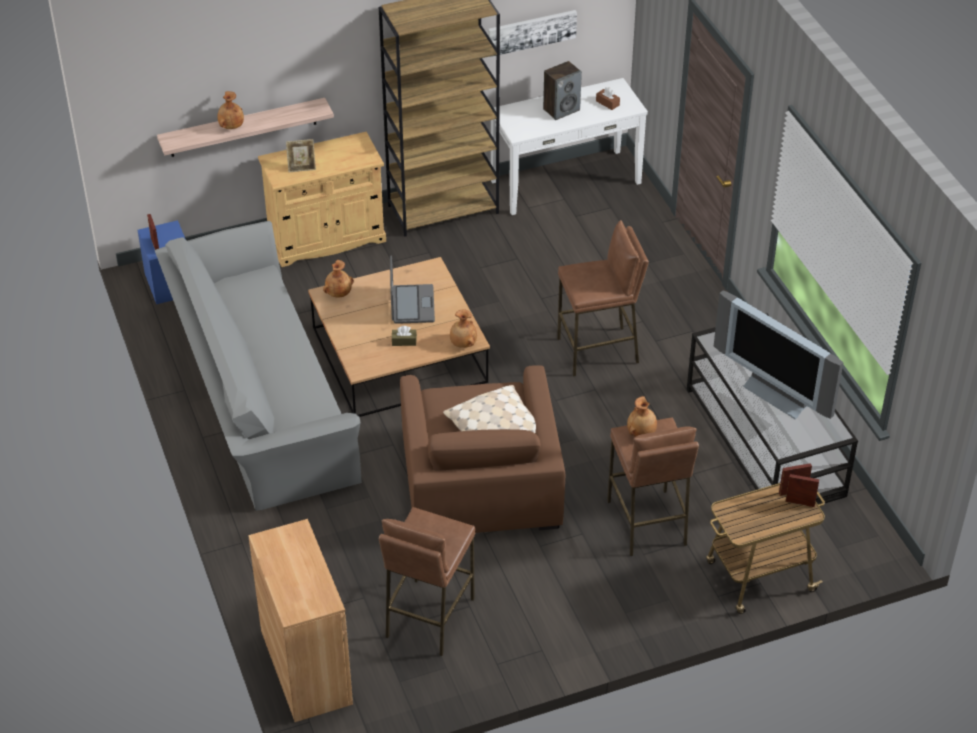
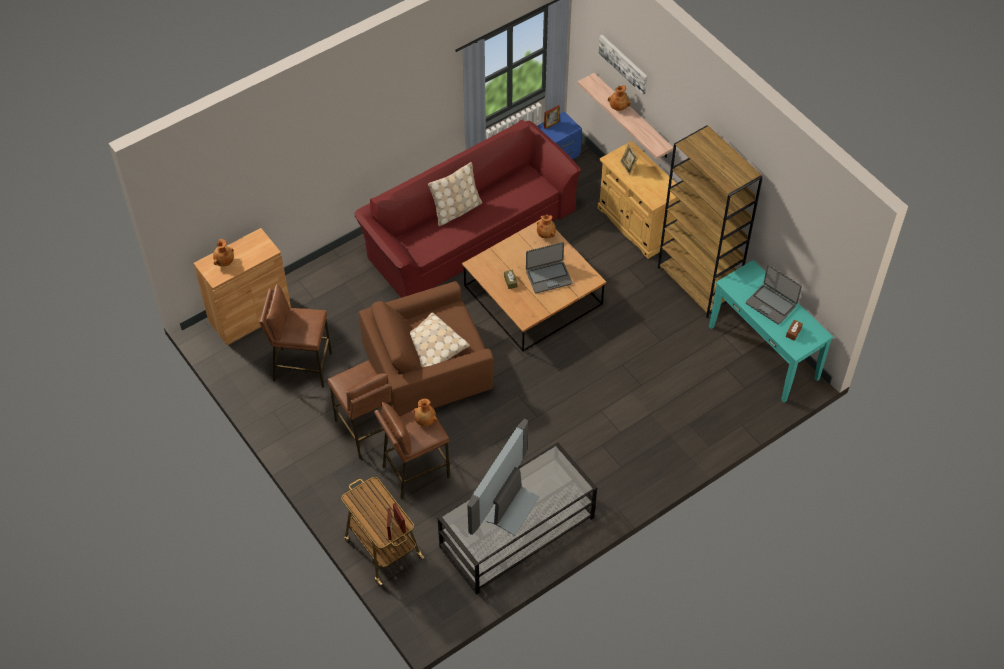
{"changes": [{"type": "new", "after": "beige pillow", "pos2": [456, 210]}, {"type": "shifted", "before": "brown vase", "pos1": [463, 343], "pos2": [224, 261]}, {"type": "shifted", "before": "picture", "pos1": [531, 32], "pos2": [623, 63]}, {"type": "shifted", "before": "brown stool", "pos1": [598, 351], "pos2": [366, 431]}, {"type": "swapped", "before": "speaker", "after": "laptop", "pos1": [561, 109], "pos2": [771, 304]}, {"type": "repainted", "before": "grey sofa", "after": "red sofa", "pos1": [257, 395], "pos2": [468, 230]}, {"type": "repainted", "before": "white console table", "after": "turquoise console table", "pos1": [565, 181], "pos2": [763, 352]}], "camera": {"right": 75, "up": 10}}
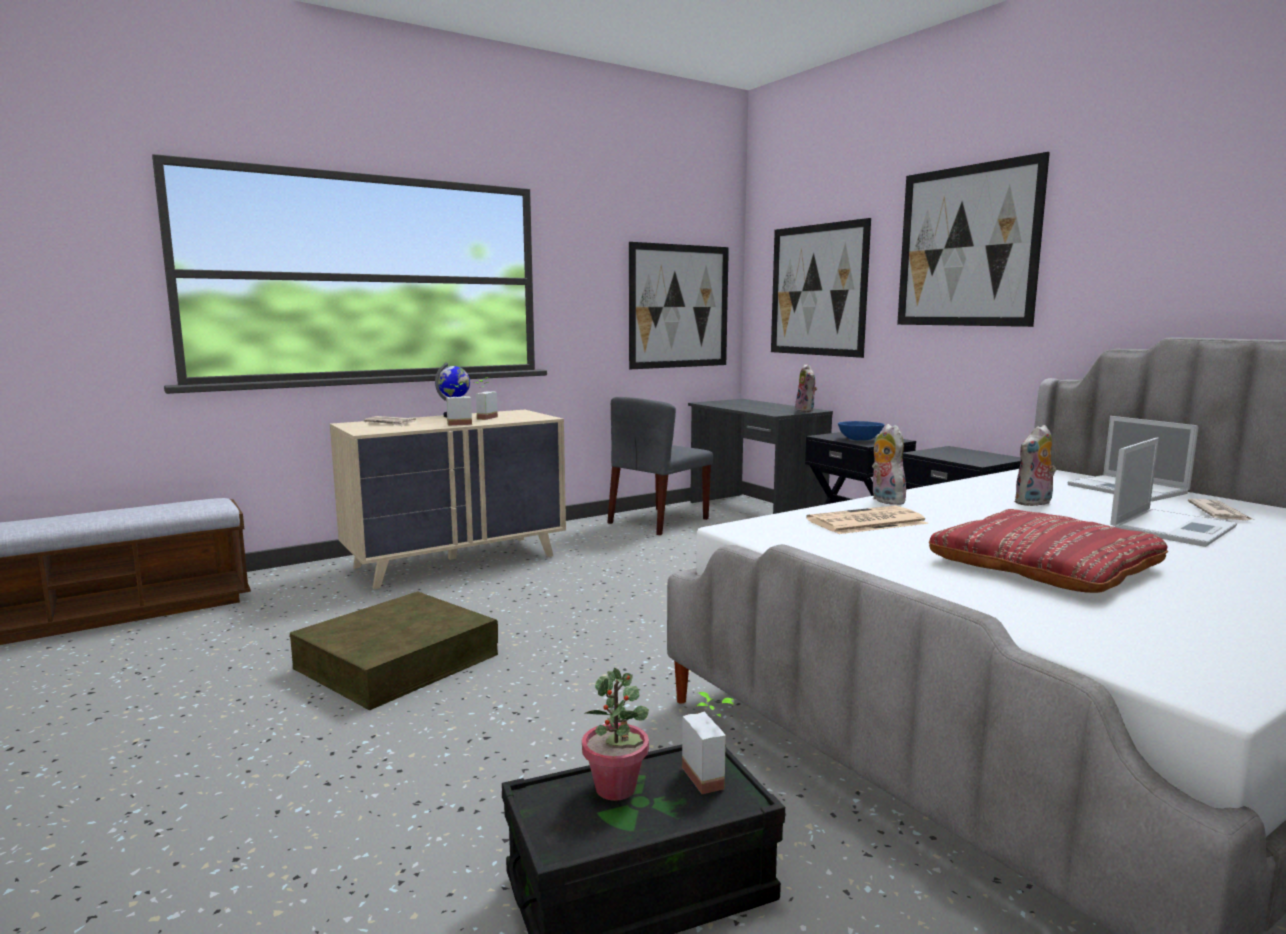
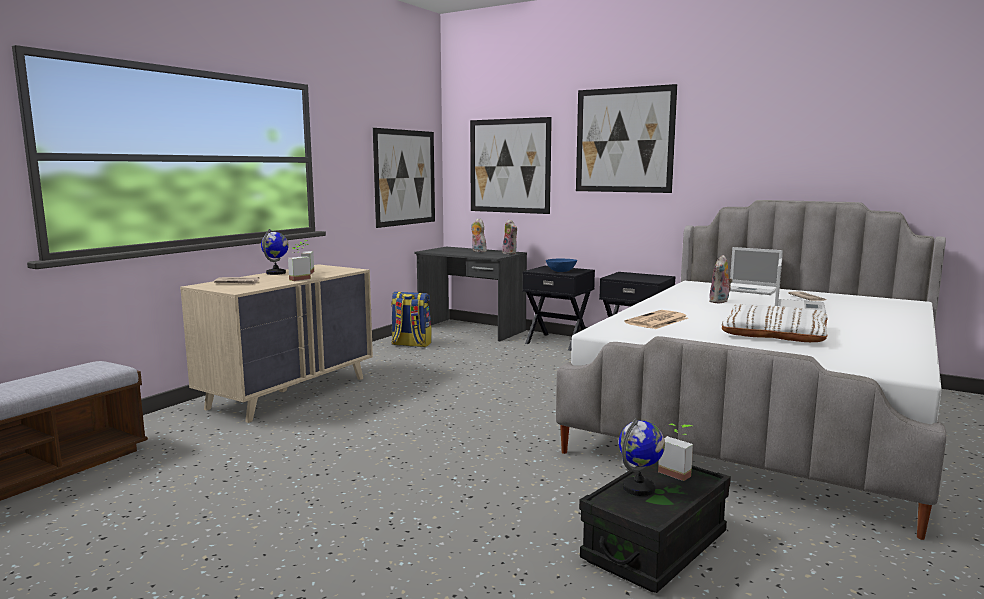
{"changes": [{"type": "gone", "before": "brown storage box", "pos1": [397, 661]}, {"type": "shifted", "before": "plush toy", "pos1": [884, 500], "pos2": [477, 251]}, {"type": "swapped", "before": "potted plant", "after": "globe", "pos1": [616, 788], "pos2": [639, 488]}, {"type": "swapped", "before": "grey chair", "after": "backpack", "pos1": [658, 521], "pos2": [411, 344]}, {"type": "repainted", "before": "red pillow", "after": "white pillow", "pos1": [1044, 564], "pos2": [774, 332]}], "camera": {"right": -25, "up": 0}}
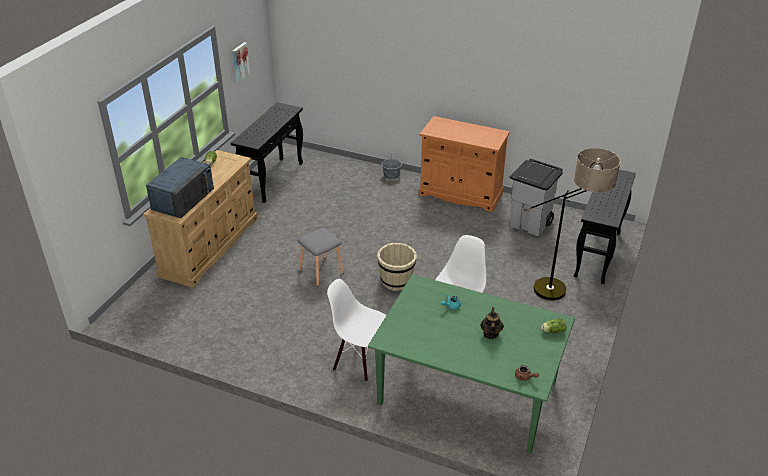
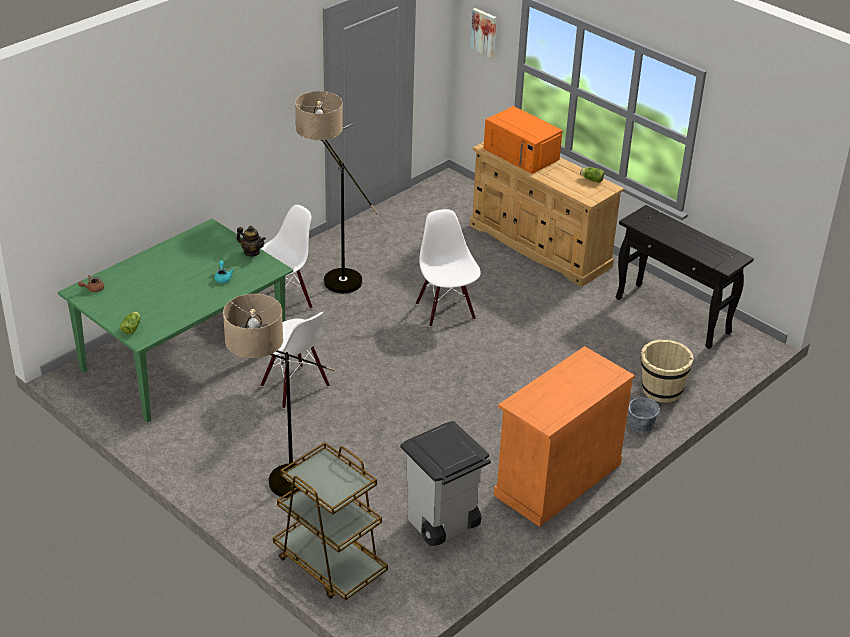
{"changes": [{"type": "new", "after": "floor lamp", "pos2": [331, 276]}, {"type": "shifted", "before": "picture", "pos1": [240, 61], "pos2": [484, 32]}, {"type": "shifted", "before": "beige bucket", "pos1": [396, 281], "pos2": [661, 390]}, {"type": "shifted", "before": "teapot", "pos1": [490, 334], "pos2": [252, 252]}, {"type": "swapped", "before": "grey stool", "after": "white chair", "pos1": [320, 271], "pos2": [446, 311]}, {"type": "swapped", "before": "black console table", "after": "brown cart", "pos1": [597, 255], "pos2": [329, 564]}, {"type": "repainted", "before": "blue microwave", "after": "orange microwave", "pos1": [183, 198], "pos2": [522, 154]}], "camera": {"right": 110, "up": 0}}
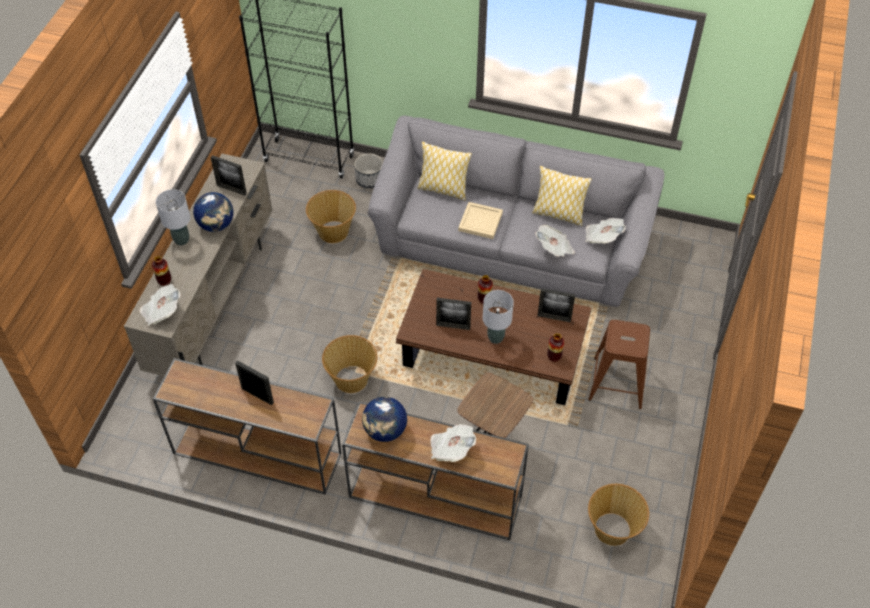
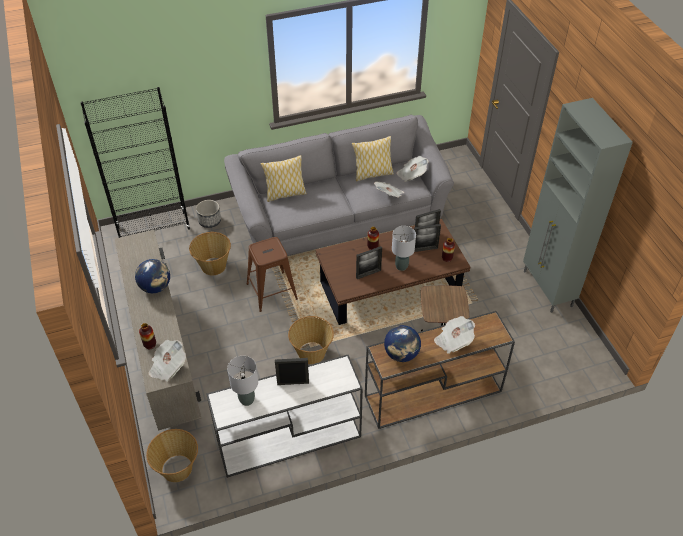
{"changes": [{"type": "gone", "before": "beige tray", "pos1": [481, 222]}, {"type": "new", "after": "grey cabinet", "pos2": [547, 289]}, {"type": "shifted", "before": "grey table lamp", "pos1": [181, 240], "pos2": [246, 400]}, {"type": "shifted", "before": "picture frame", "pos1": [231, 189], "pos2": [425, 249]}, {"type": "shifted", "before": "brown stool", "pos1": [617, 383], "pos2": [272, 291]}, {"type": "shifted", "before": "basket", "pos1": [613, 529], "pos2": [177, 468]}, {"type": "repainted", "before": "brown console table", "after": "white console table", "pos1": [255, 453], "pos2": [288, 440]}], "camera": {"right": -35, "up": -5}}
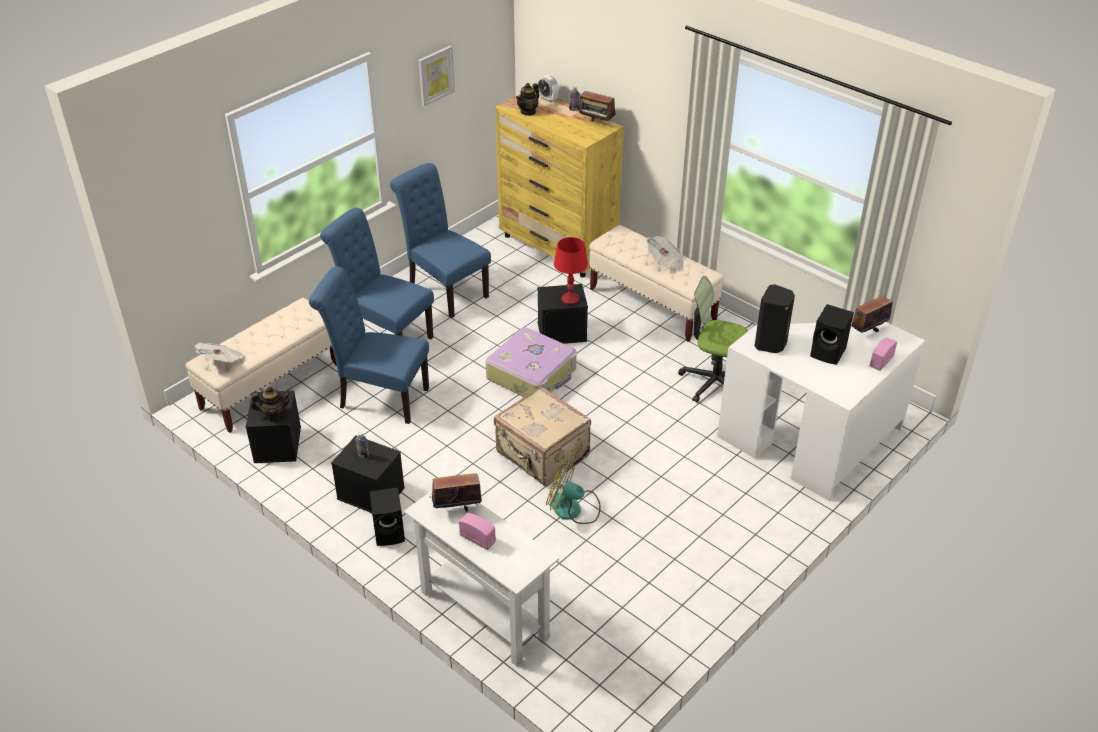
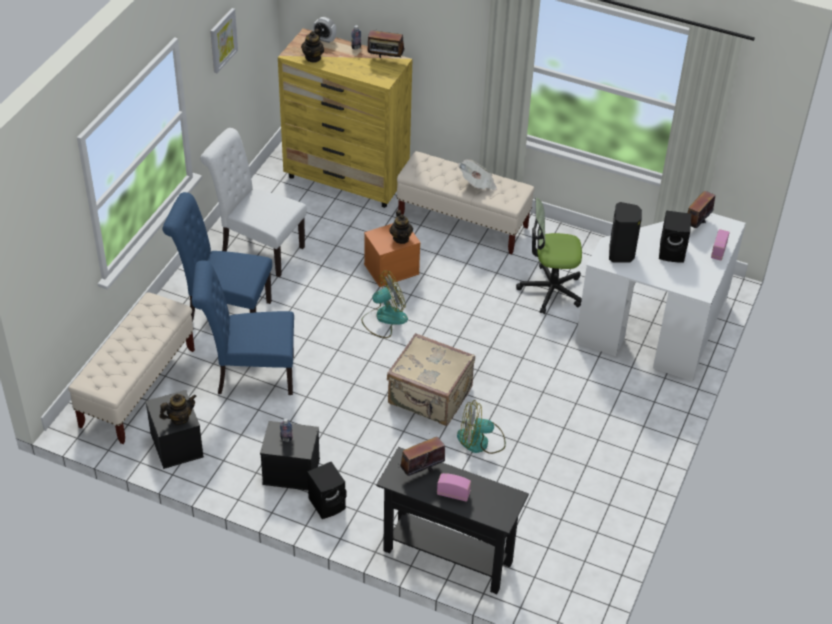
{"changes": [{"type": "gone", "before": "newspaper", "pos1": [222, 361]}, {"type": "swapped", "before": "suitcase", "after": "fan", "pos1": [532, 374], "pos2": [384, 318]}, {"type": "swapped", "before": "red table lamp", "after": "teapot", "pos1": [570, 299], "pos2": [401, 238]}, {"type": "repainted", "before": "blue chair", "after": "white chair", "pos1": [444, 290], "pos2": [258, 249]}, {"type": "repainted", "before": "white console table", "after": "black console table", "pos1": [484, 614], "pos2": [447, 556]}, {"type": "repainted", "before": "black storage box", "after": "orange storage box", "pos1": [562, 331], "pos2": [391, 268]}], "camera": {"right": -20, "up": 5}}
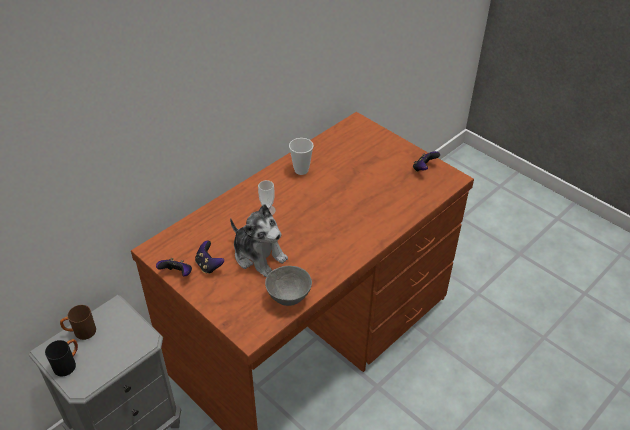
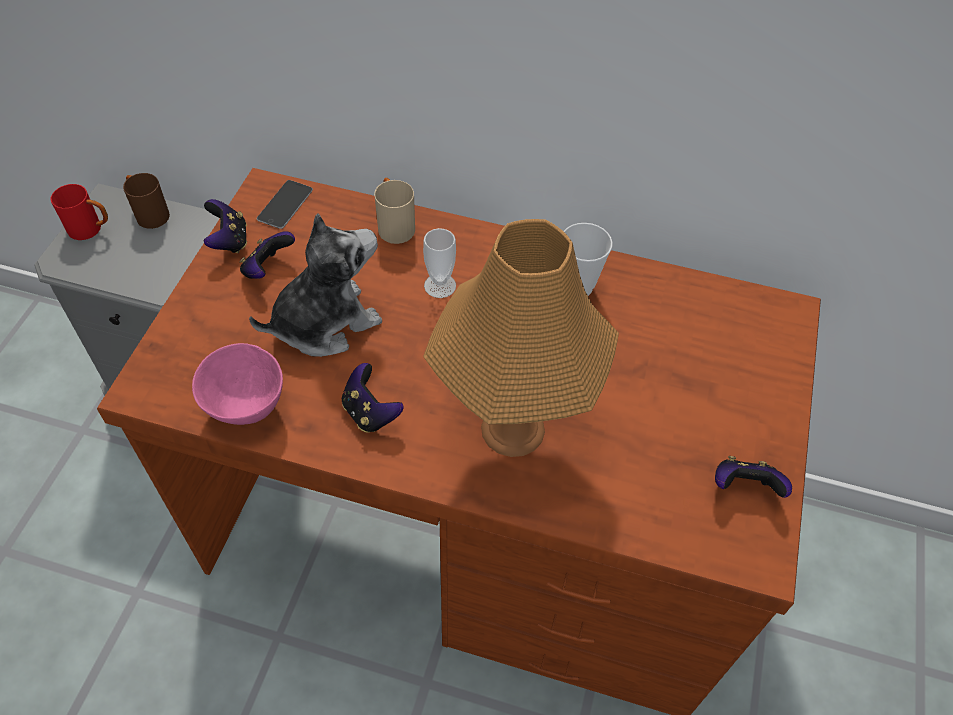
{"changes": [{"type": "new", "after": "phone", "pos2": [285, 204]}, {"type": "new", "after": "game controller", "pos2": [370, 412]}, {"type": "new", "after": "beige mug", "pos2": [394, 225]}, {"type": "new", "after": "orange table lamp", "pos2": [512, 429]}, {"type": "repainted", "before": "black mug", "after": "red mug", "pos1": [68, 364], "pos2": [91, 229]}, {"type": "repainted", "before": "grey bowl", "after": "pink bowl", "pos1": [288, 299], "pos2": [245, 407]}, {"type": "rotated", "before": "plush toy", "pos1": [259, 255], "pos2": [325, 322], "turn": -135}], "camera": {"right": 60, "up": 10}}
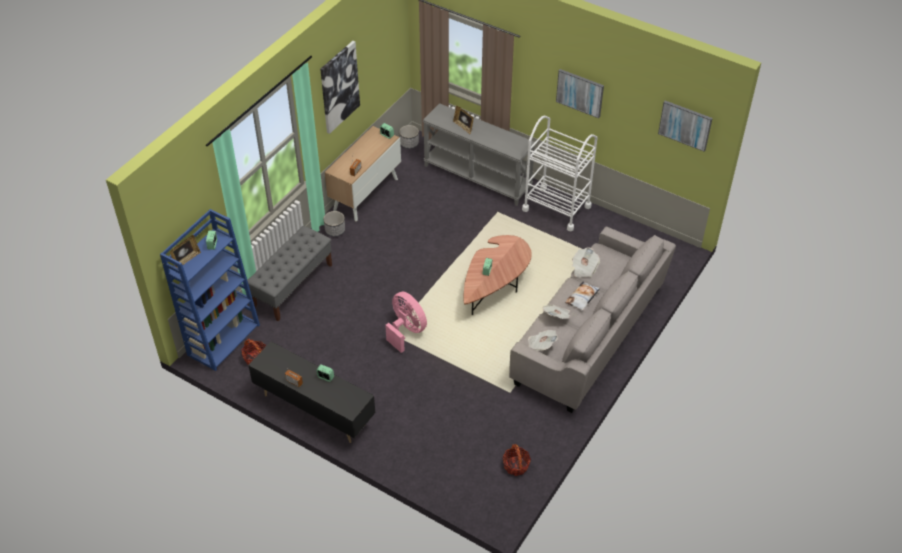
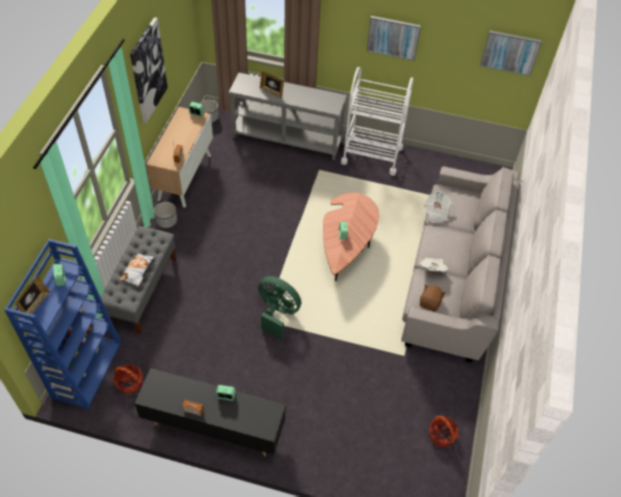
{"changes": [{"type": "shifted", "before": "pillow", "pos1": [582, 298], "pos2": [138, 271]}, {"type": "swapped", "before": "newspaper", "after": "brown plush toy", "pos1": [541, 345], "pos2": [430, 303]}, {"type": "repainted", "before": "pink fan", "after": "green fan", "pos1": [406, 331], "pos2": [277, 313]}], "camera": {"right": -20, "up": 5}}
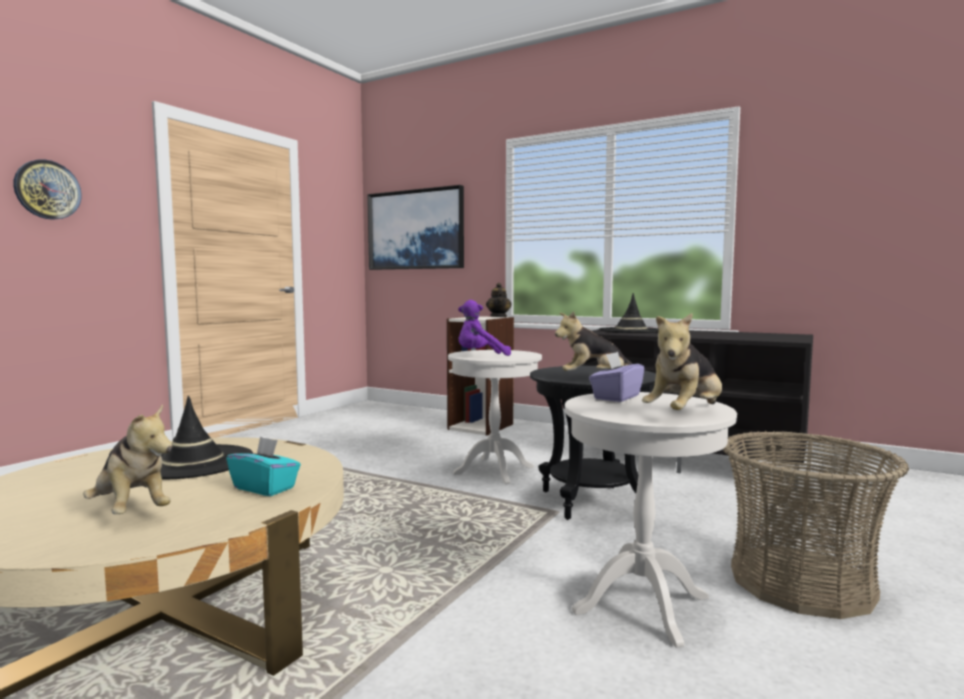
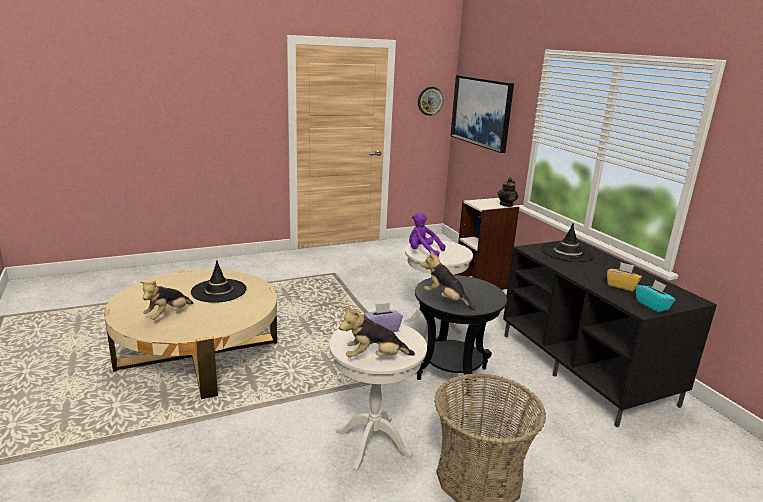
{"changes": [{"type": "new", "after": "yellow tissue box", "pos2": [621, 286]}, {"type": "shifted", "before": "wall clock", "pos1": [47, 190], "pos2": [430, 101]}, {"type": "shifted", "before": "turquoise tissue box", "pos1": [265, 488], "pos2": [652, 305]}, {"type": "rotated", "before": "plush toy", "pos1": [131, 511], "pos2": [168, 315], "turn": 45}], "camera": {"right": 35, "up": 15}}
